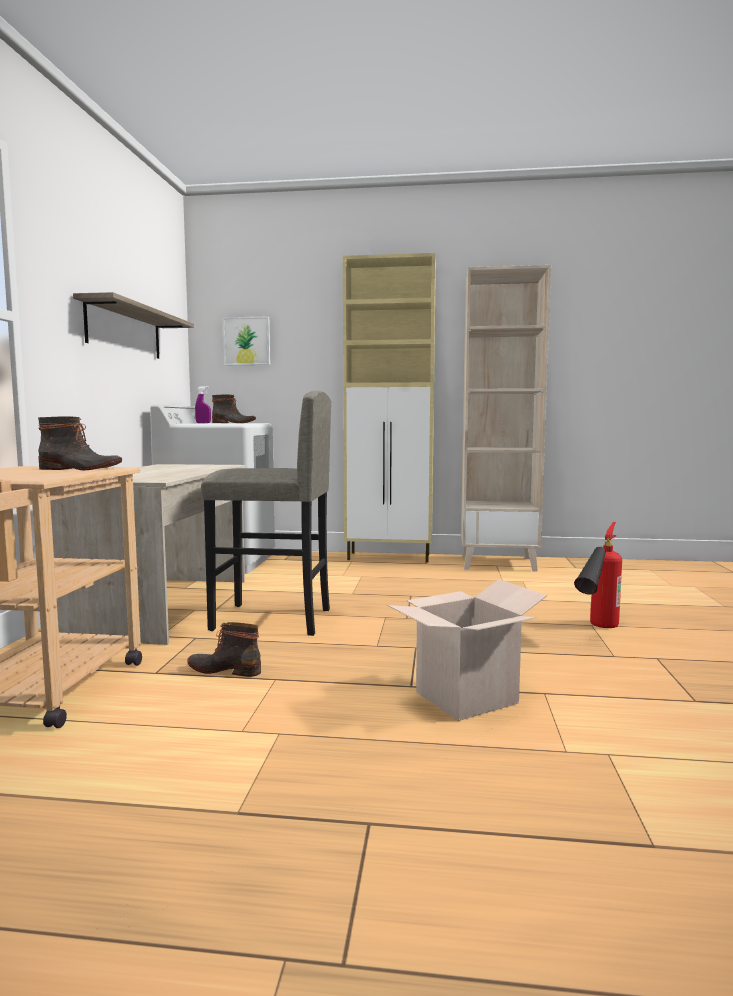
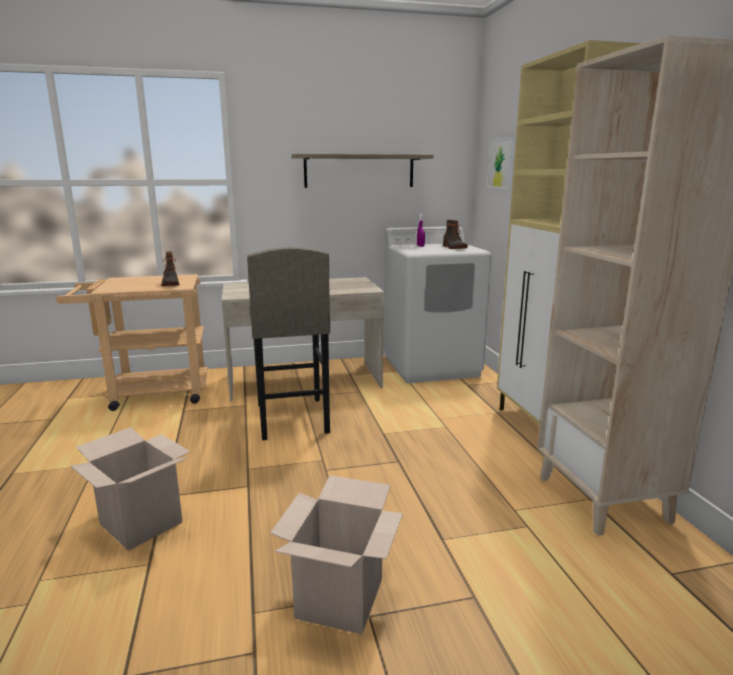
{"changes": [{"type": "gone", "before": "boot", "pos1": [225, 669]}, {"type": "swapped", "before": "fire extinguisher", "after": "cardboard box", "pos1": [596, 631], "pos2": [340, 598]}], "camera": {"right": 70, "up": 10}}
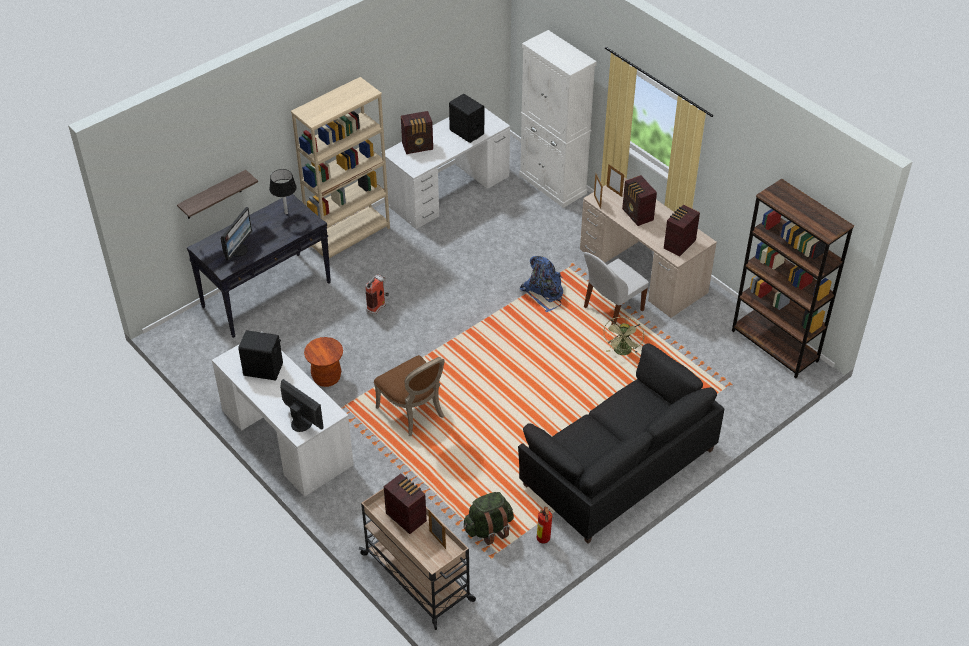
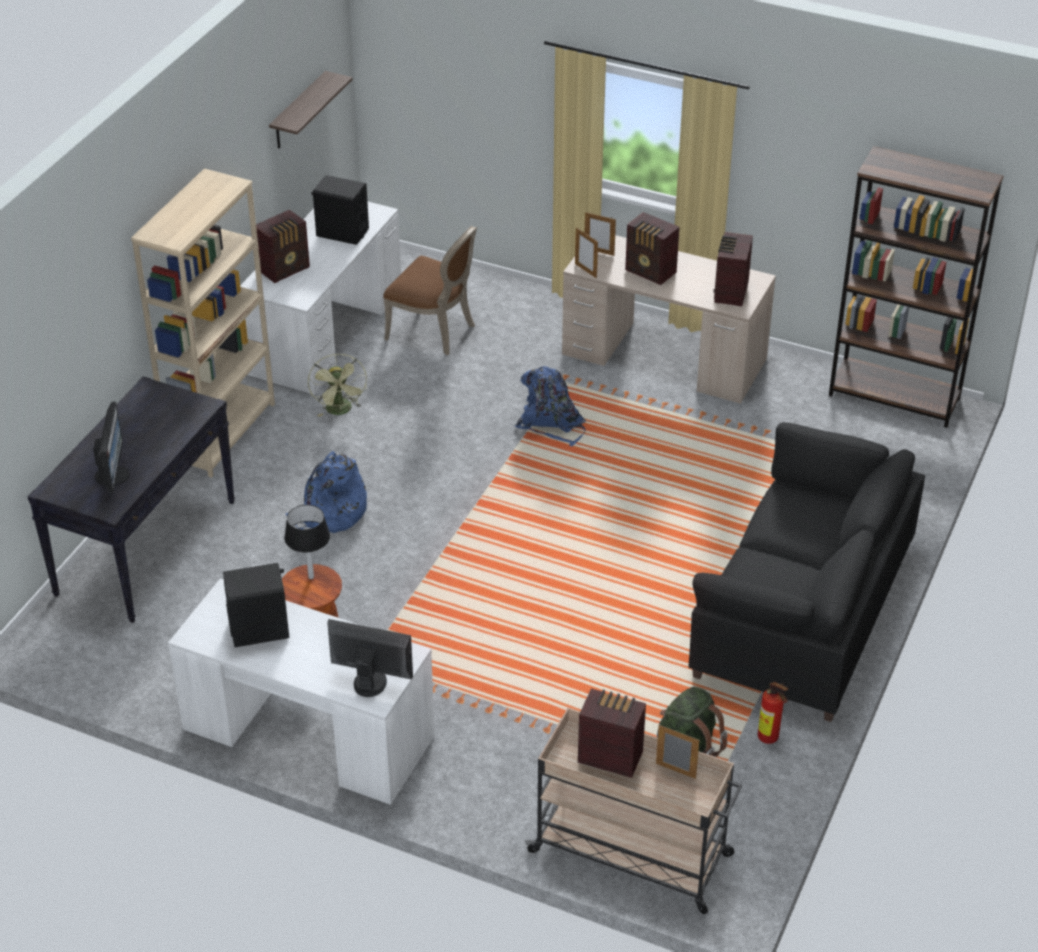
{"changes": [{"type": "gone", "before": "white cabinet", "pos1": [553, 184]}, {"type": "gone", "before": "white chair", "pos1": [612, 309]}, {"type": "shifted", "before": "shelf", "pos1": [213, 195], "pos2": [298, 112]}, {"type": "shifted", "before": "black table lamp", "pos1": [286, 213], "pos2": [311, 577]}, {"type": "shifted", "before": "brown chair", "pos1": [414, 412], "pos2": [435, 331]}, {"type": "shifted", "before": "green fan", "pos1": [622, 352], "pos2": [340, 411]}, {"type": "swapped", "before": "fire extinguisher", "after": "blue backpack", "pos1": [379, 308], "pos2": [330, 514]}], "camera": {"right": -25, "up": -5}}
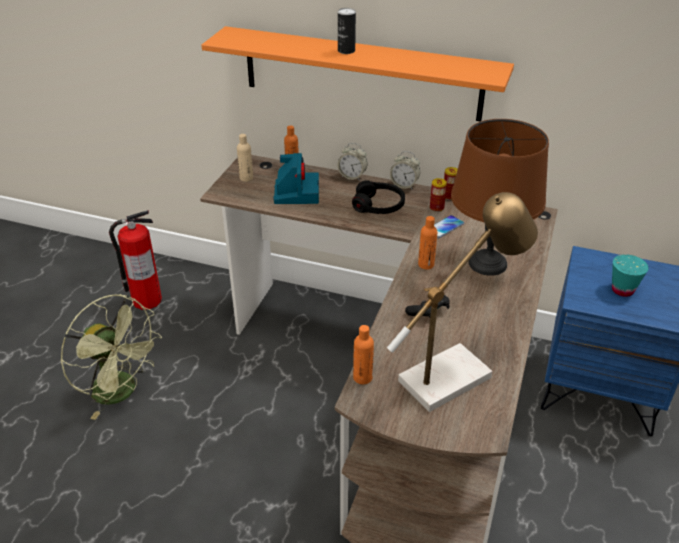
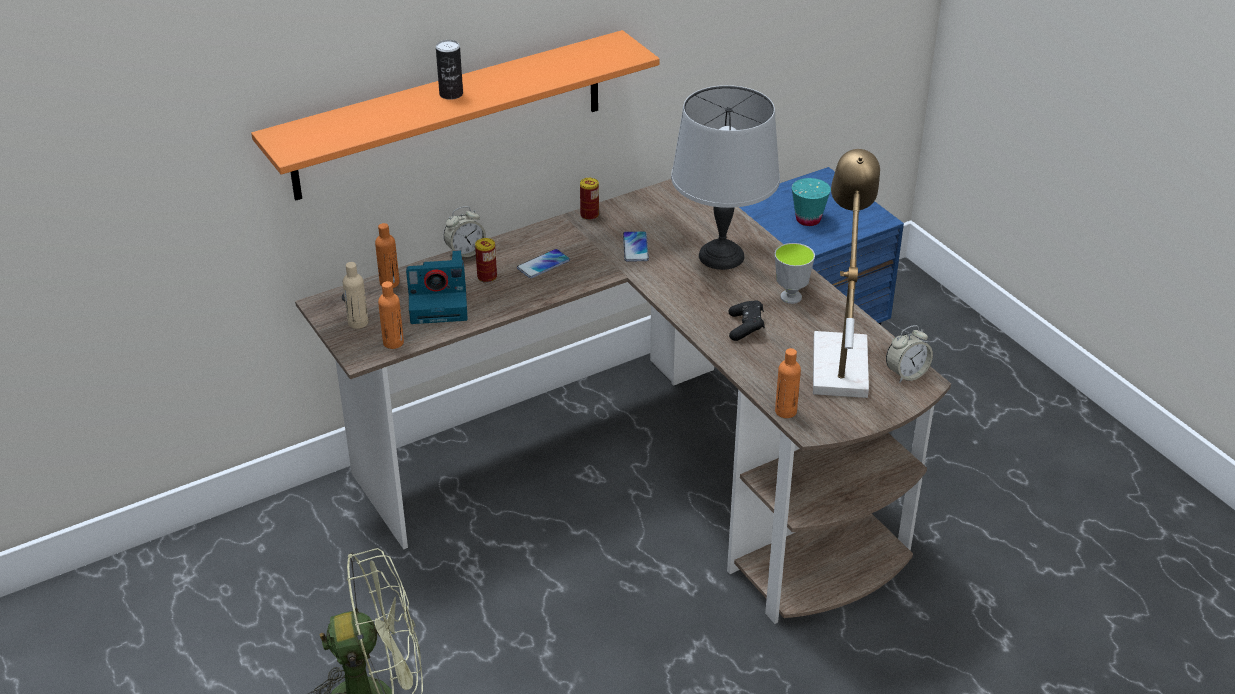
{"changes": [{"type": "gone", "before": "fire extinguisher", "pos1": [146, 300]}, {"type": "new", "after": "cup", "pos2": [791, 297]}, {"type": "shifted", "before": "alarm clock", "pos1": [404, 185], "pos2": [906, 374]}, {"type": "shifted", "before": "orange bottle", "pos1": [426, 264], "pos2": [393, 343]}, {"type": "shifted", "before": "can", "pos1": [436, 208], "pos2": [487, 277]}, {"type": "swapped", "before": "black headphones", "after": "phone", "pos1": [378, 205], "pos2": [543, 264]}, {"type": "repainted", "before": "brown table lamp", "after": "grey table lamp", "pos1": [487, 263], "pos2": [720, 255]}, {"type": "rotated", "before": "photo camera", "pos1": [296, 192], "pos2": [440, 303], "turn": 135}], "camera": {"right": -50, "up": 0}}
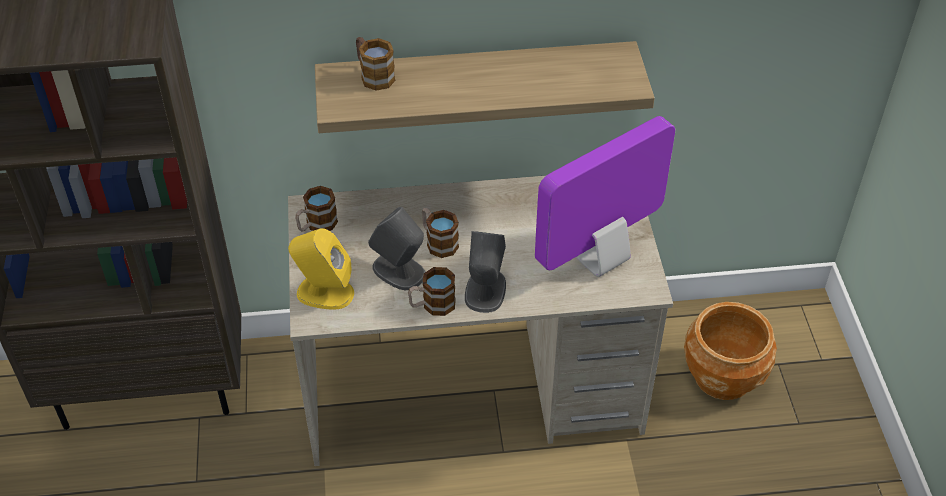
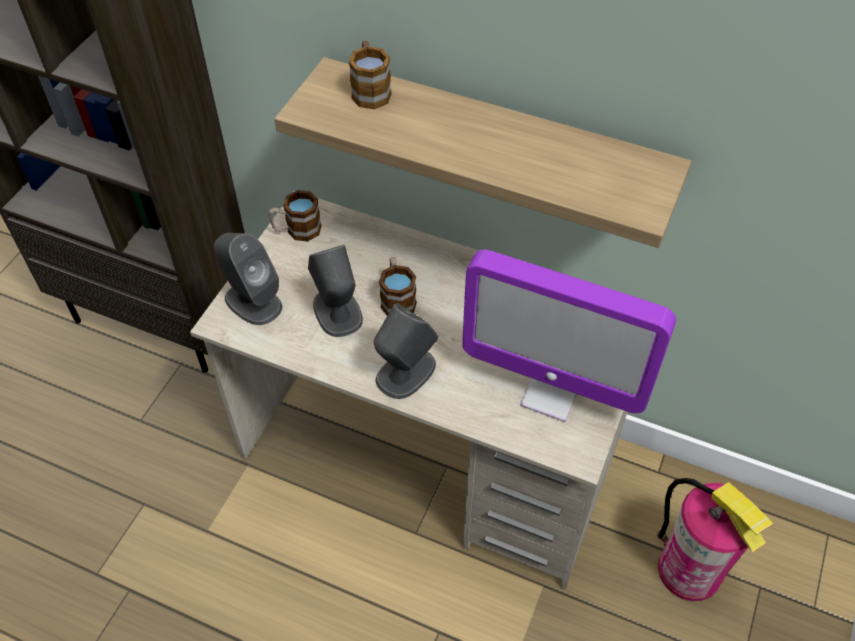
{"changes": [{"type": "gone", "before": "mug", "pos1": [432, 305]}, {"type": "swapped", "before": "brown planter", "after": "fire extinguisher", "pos1": [723, 376], "pos2": [689, 570]}, {"type": "repainted", "before": "yellow speaker", "after": "grey speaker", "pos1": [324, 293], "pos2": [252, 301]}, {"type": "rotated", "before": "monitor", "pos1": [600, 258], "pos2": [551, 393], "turn": -150}], "camera": {"right": 30, "up": 5}}
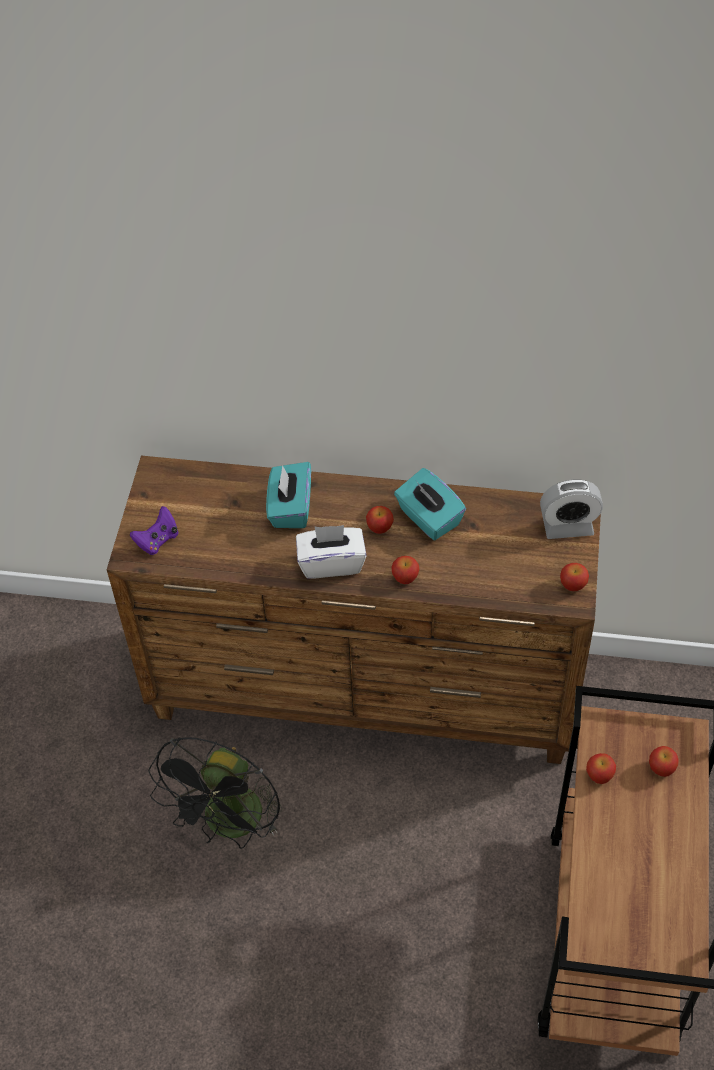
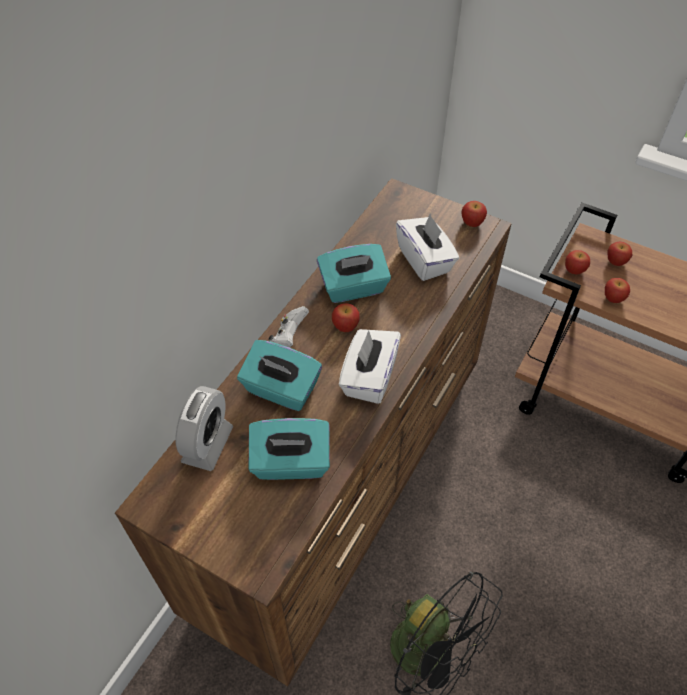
{"changes": [{"type": "gone", "before": "purple game controller", "pos1": [158, 540]}, {"type": "new", "after": "turquoise tissue box", "pos2": [291, 463]}, {"type": "new", "after": "white game controller", "pos2": [288, 338]}, {"type": "new", "after": "white tissue box", "pos2": [425, 260]}, {"type": "shifted", "before": "apple", "pos1": [405, 578], "pos2": [574, 270]}, {"type": "shifted", "before": "alarm clock", "pos1": [568, 526], "pos2": [207, 444]}], "camera": {"right": -70, "up": 0}}
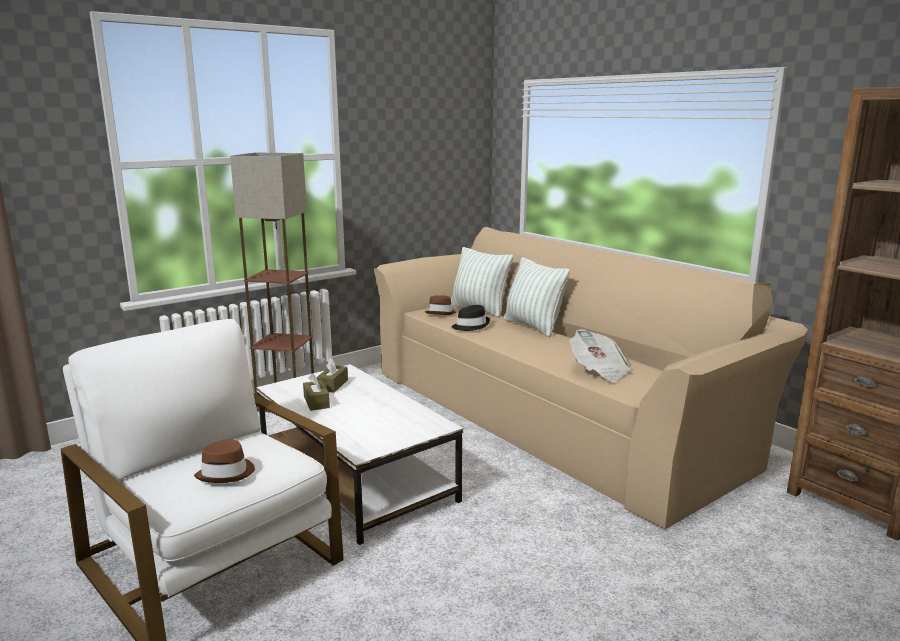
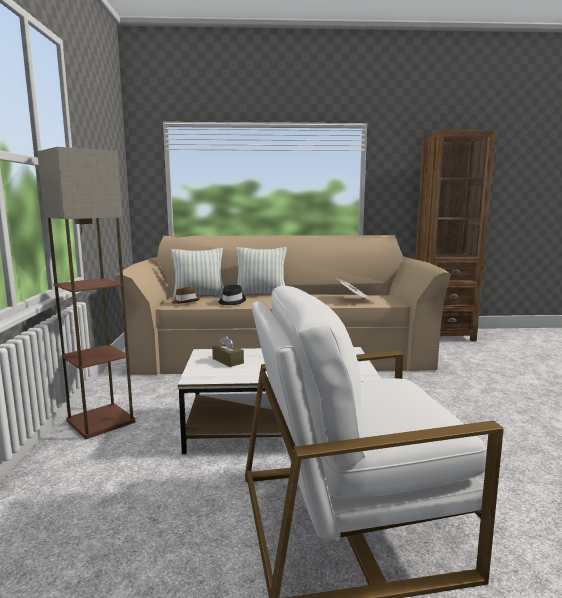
{"changes": [{"type": "gone", "before": "brown hat", "pos1": [226, 473]}, {"type": "gone", "before": "brown tissue box", "pos1": [316, 402]}], "camera": {"right": -55, "up": -5}}
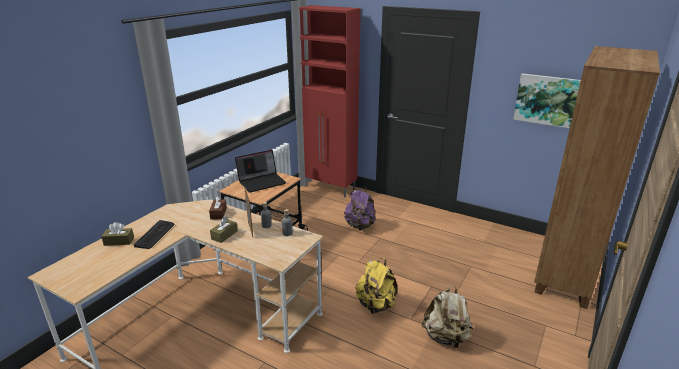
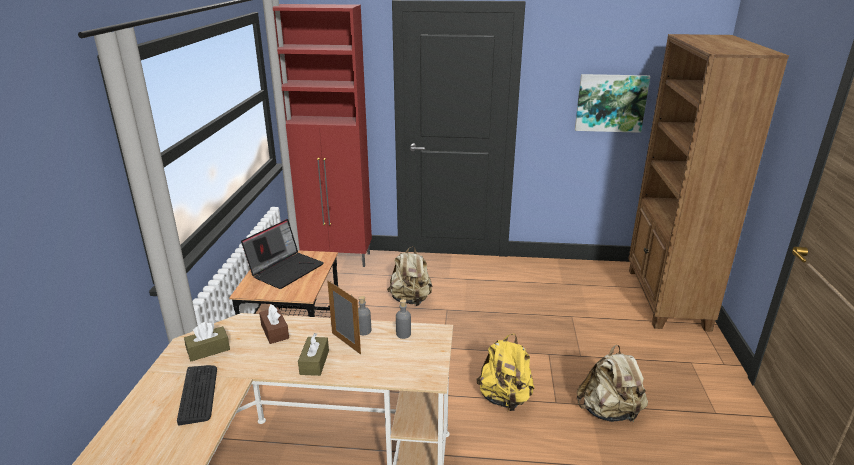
{"changes": [{"type": "shifted", "before": "brown tissue box", "pos1": [119, 241], "pos2": [208, 350]}, {"type": "repainted", "before": "purple backpack", "after": "beige backpack", "pos1": [360, 226], "pos2": [411, 300]}], "camera": {"right": -25, "up": 0}}
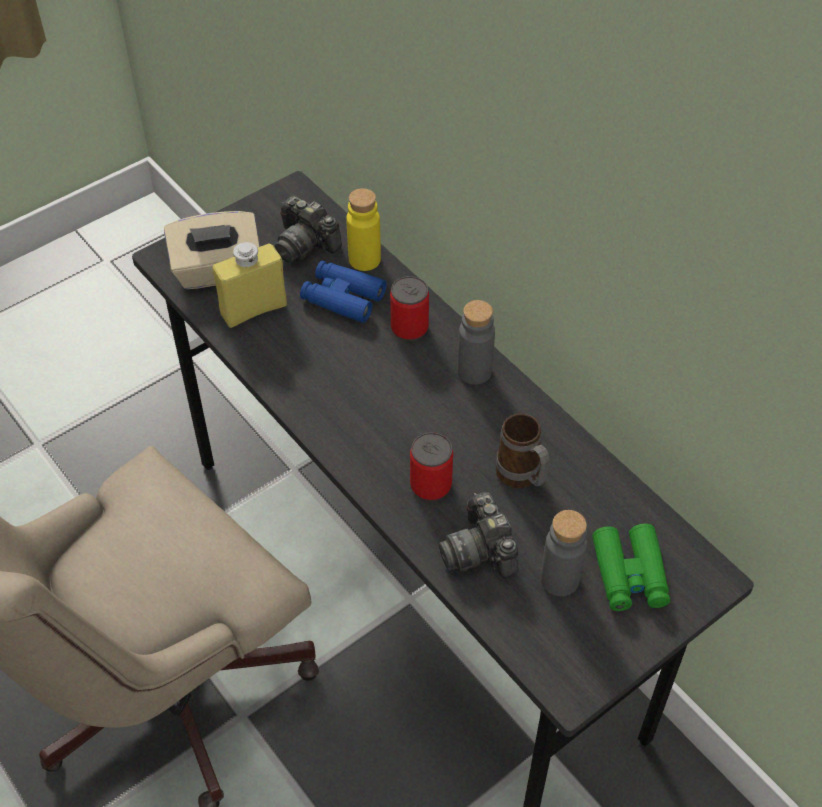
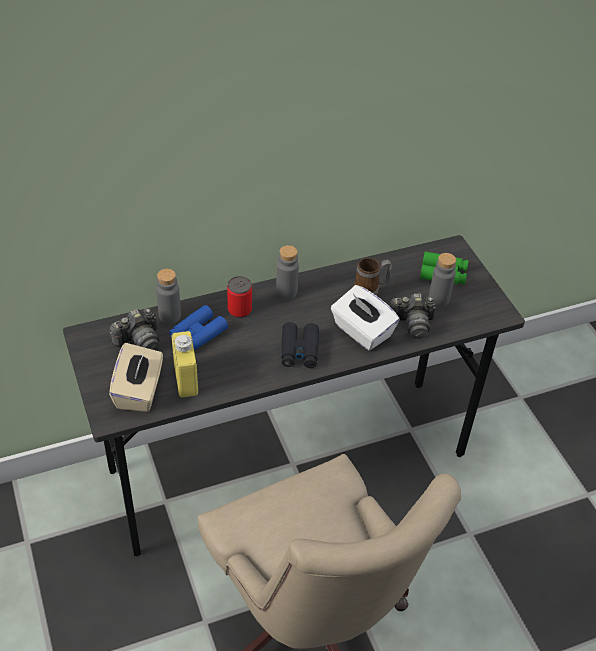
{"changes": [{"type": "new", "after": "black binoculars", "pos2": [299, 350]}, {"type": "swapped", "before": "can", "after": "white tissue box", "pos1": [430, 485], "pos2": [361, 331]}, {"type": "repainted", "before": "yellow bottle", "after": "grey bottle", "pos1": [364, 259], "pos2": [170, 316]}], "camera": {"right": -75, "up": -5}}
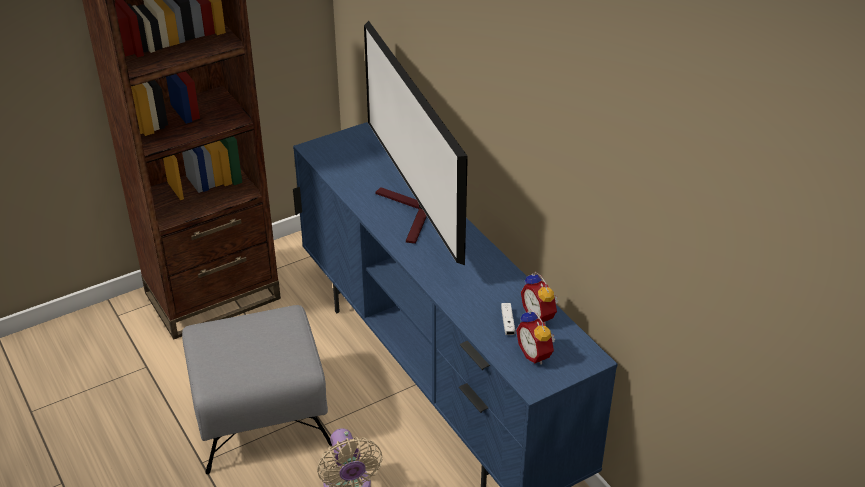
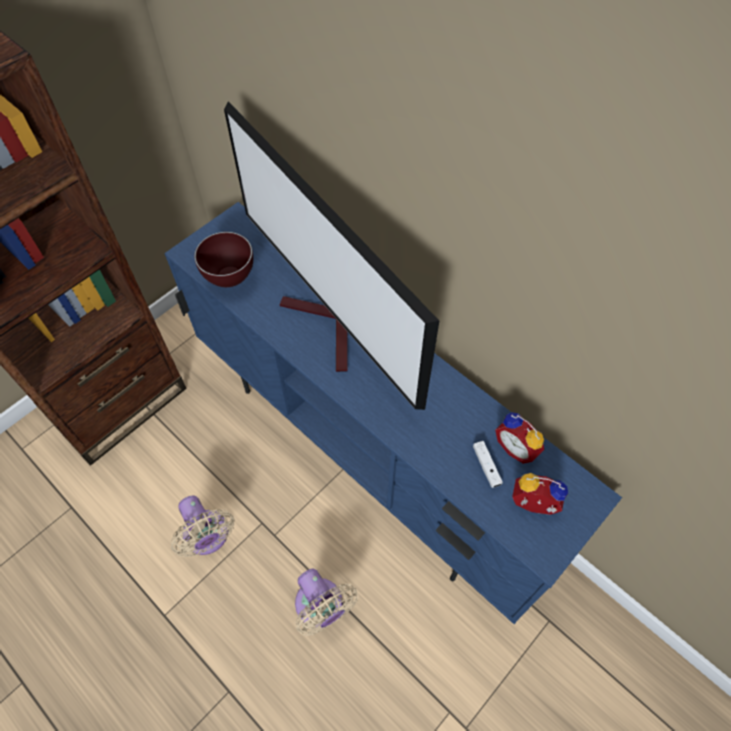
{"changes": [{"type": "new", "after": "brown bowl", "pos2": [230, 278]}, {"type": "swapped", "before": "grey ottoman", "after": "beige fan", "pos1": [261, 413], "pos2": [208, 537]}, {"type": "rotated", "before": "alarm clock", "pos1": [536, 354], "pos2": [532, 506], "turn": 150}], "camera": {"right": -15, "up": 20}}
